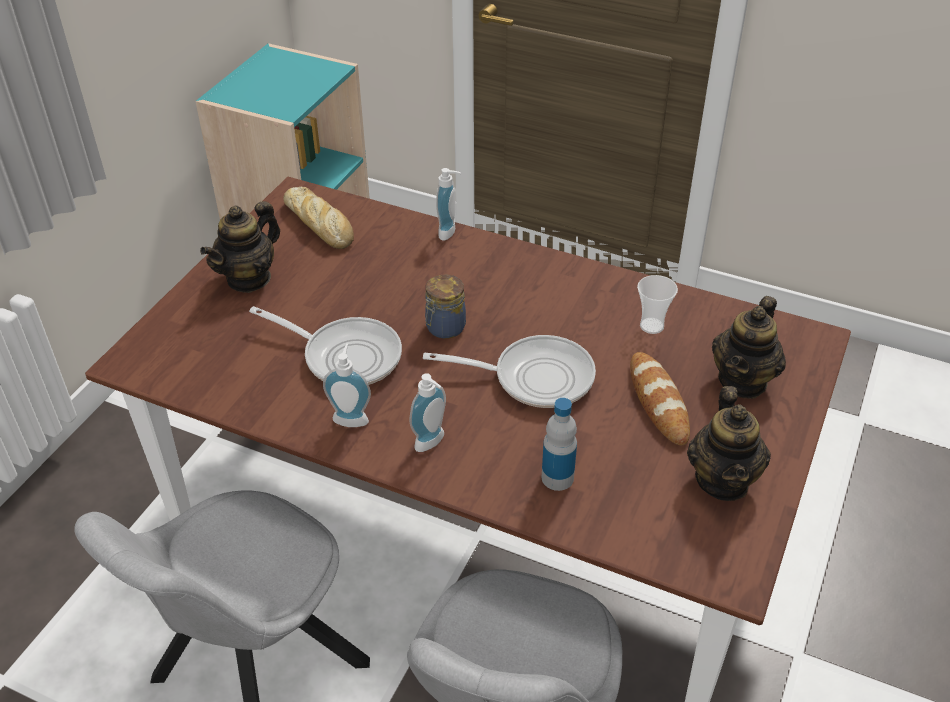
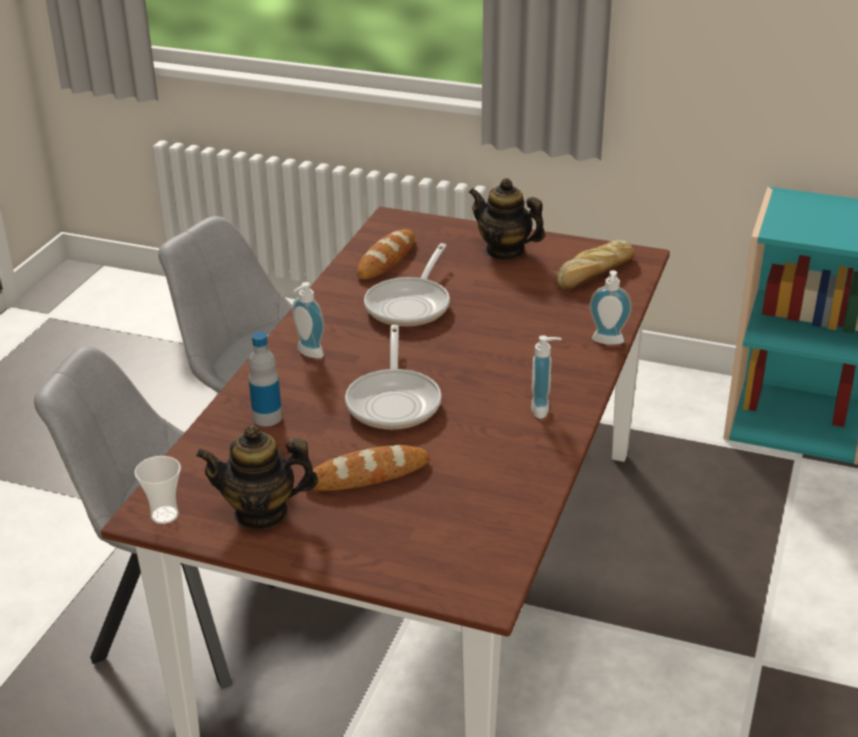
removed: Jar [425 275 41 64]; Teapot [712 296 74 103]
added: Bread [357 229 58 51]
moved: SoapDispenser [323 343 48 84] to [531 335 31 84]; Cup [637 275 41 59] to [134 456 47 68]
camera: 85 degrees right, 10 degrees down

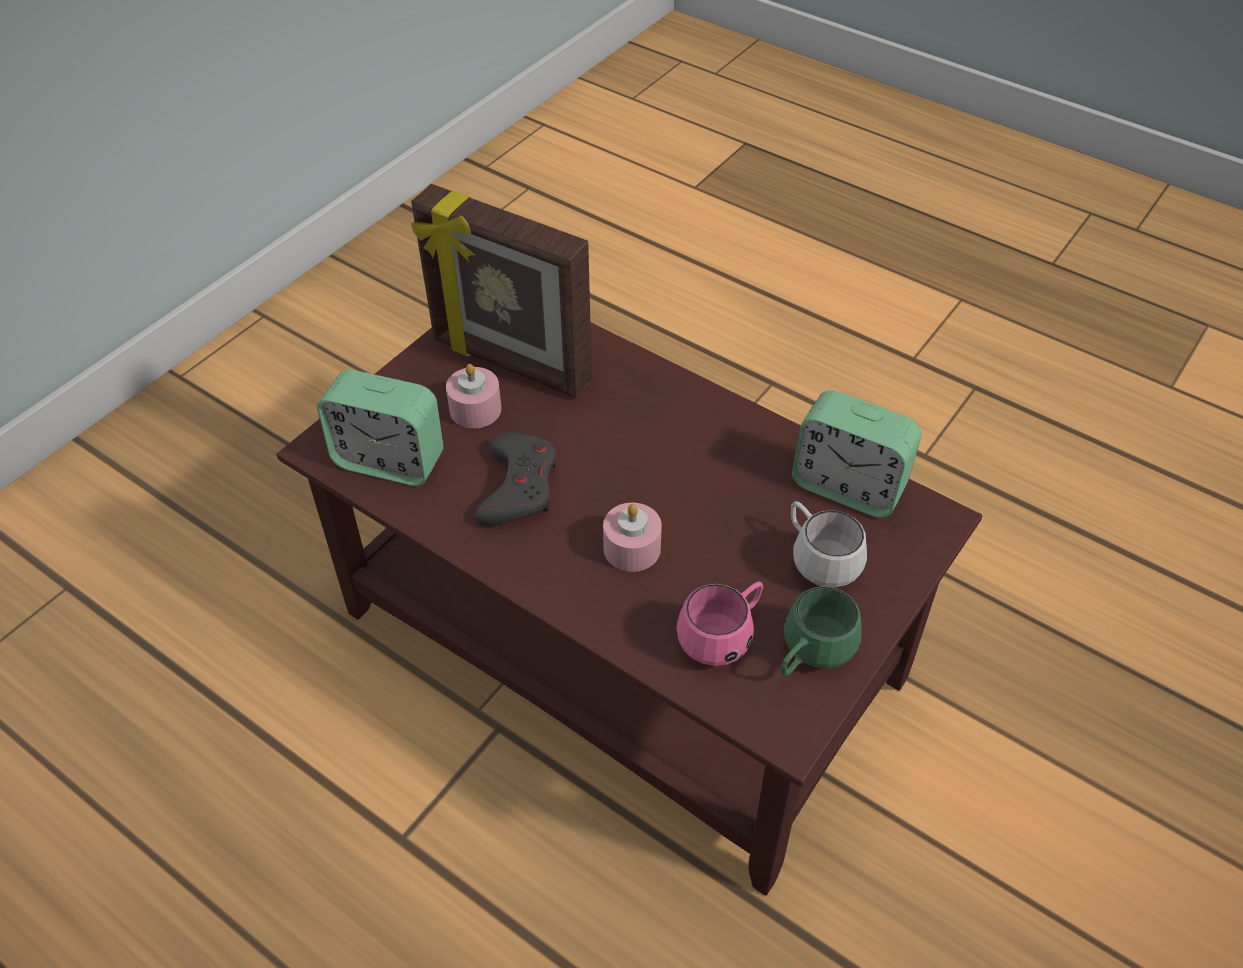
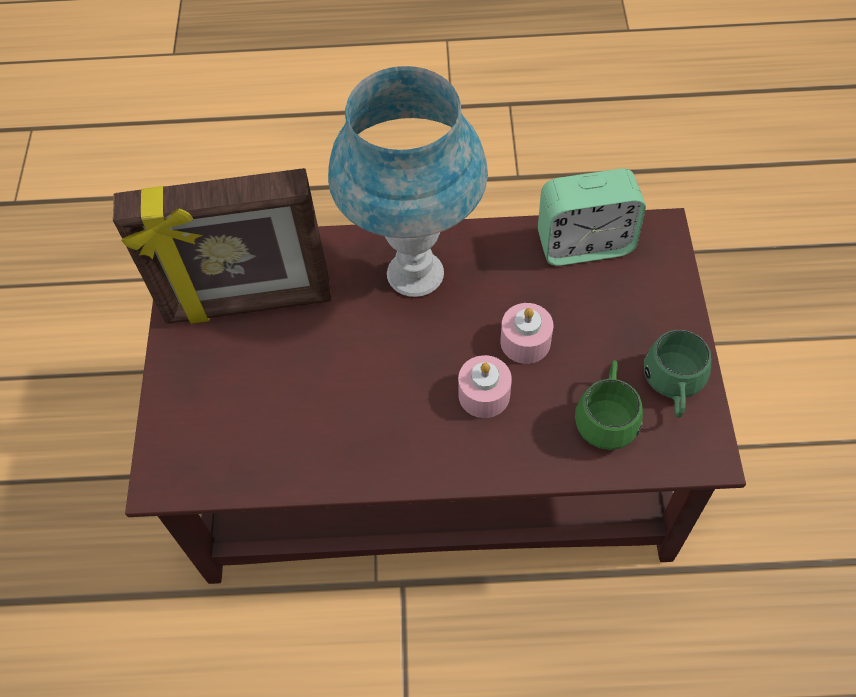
removed: AlarmClock [317 369 127 117]; GreyGameController [475 432 81 94]; WhiteMug [791 501 76 87]
added: BlueTableLamp [328 66 160 231]
moved: PinkCandle [446 364 55 64] to [501 303 52 61]
recoloured: PinkMug [676 581 87 85] to GreenMug [575 360 68 90]
camera: 35 degrees left, 10 degrees up

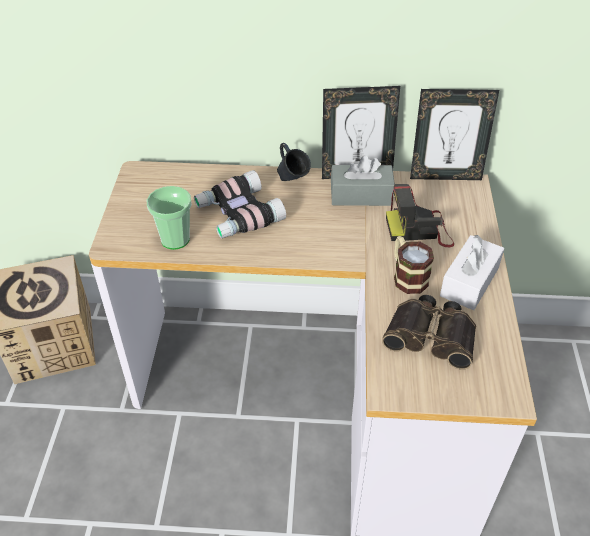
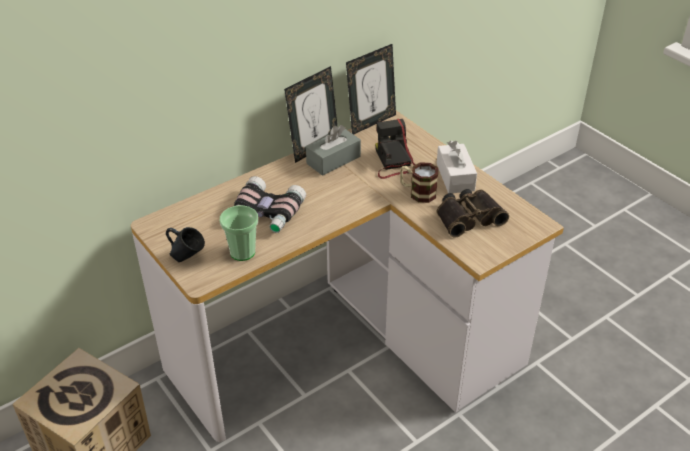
moved: BlueMug [277 143 34 38] to [166 227 39 35]
turned: PhotoCamera [386 184 68 63] = [375 119 40 60] 120 degrees clockwise
camera: 40 degrees left, 5 degrees down

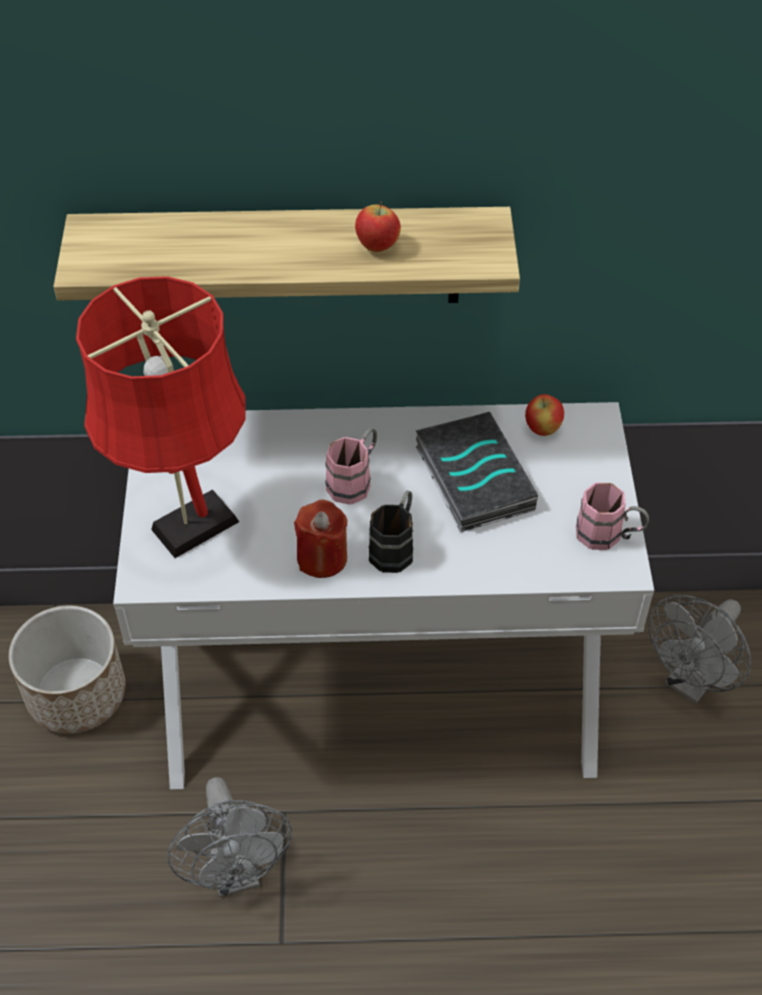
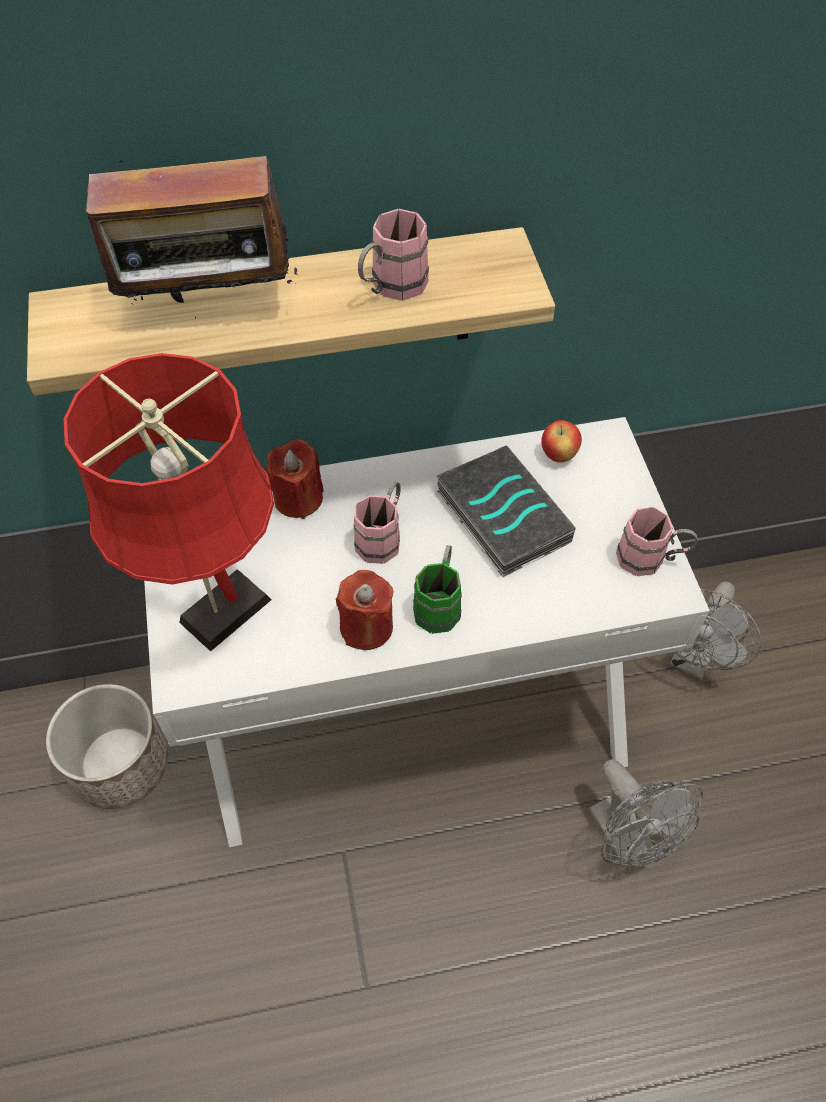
added: Radio [76 134 222 184]; RedCandle [266 439 57 80]
moved: GreyFan [167 777 125 120] to [589 759 114 108]
replaced: Apple [355 201 46 51] to PinkMug [358 209 71 92]
recoloured: BlackMug [368 490 46 83] to GreenMug [413 545 49 89]
camera: 10 degrees left, 5 degrees up

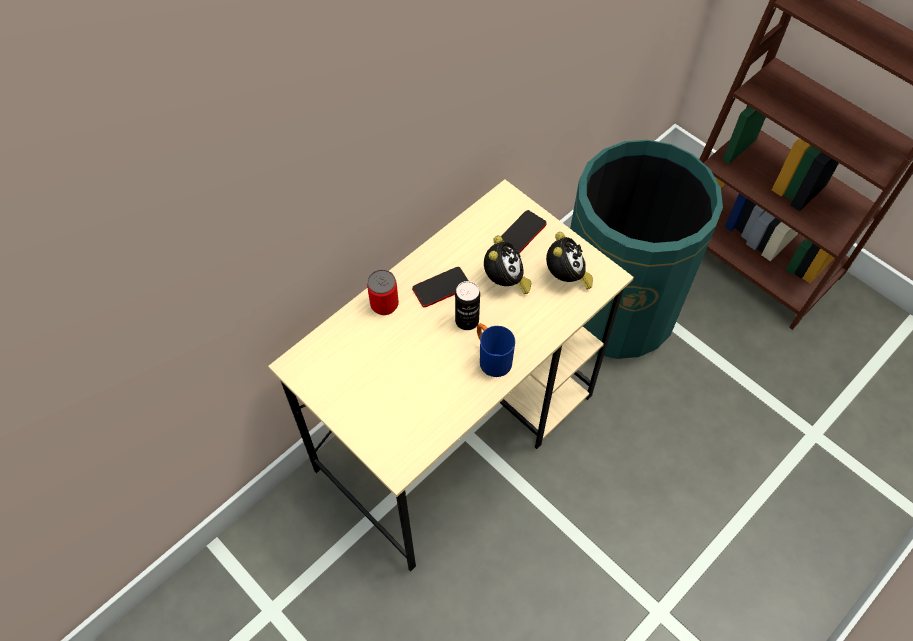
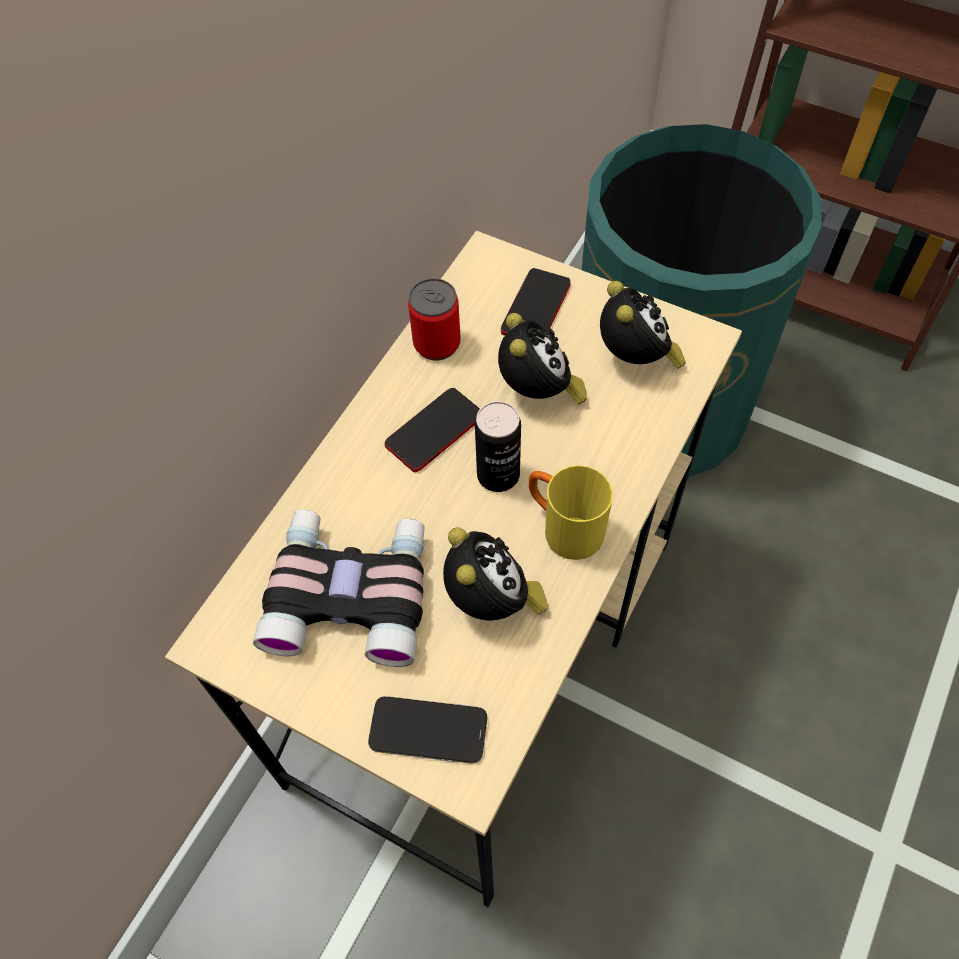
added: Binoculars [253 510 172 157]; Phone [368 696 119 68]; AlarmClock [443 527 105 93]
moved: Can [367 270 32 45] to [408 278 53 82]
recoloured: BlueMug [477 323 38 54] to YellowMug [529 465 84 95]
camera: 15 degrees left, 0 degrees up

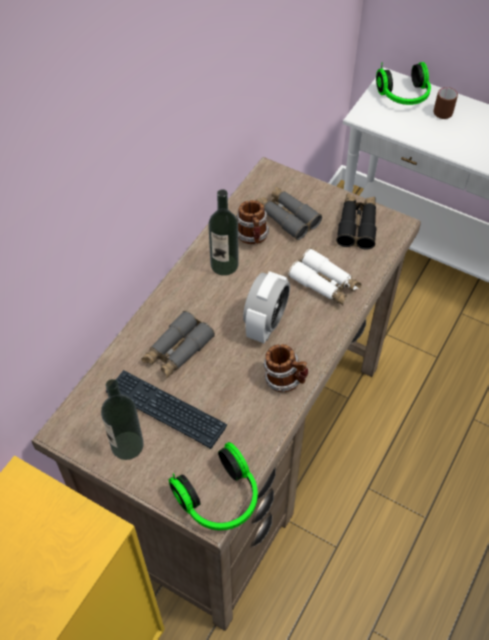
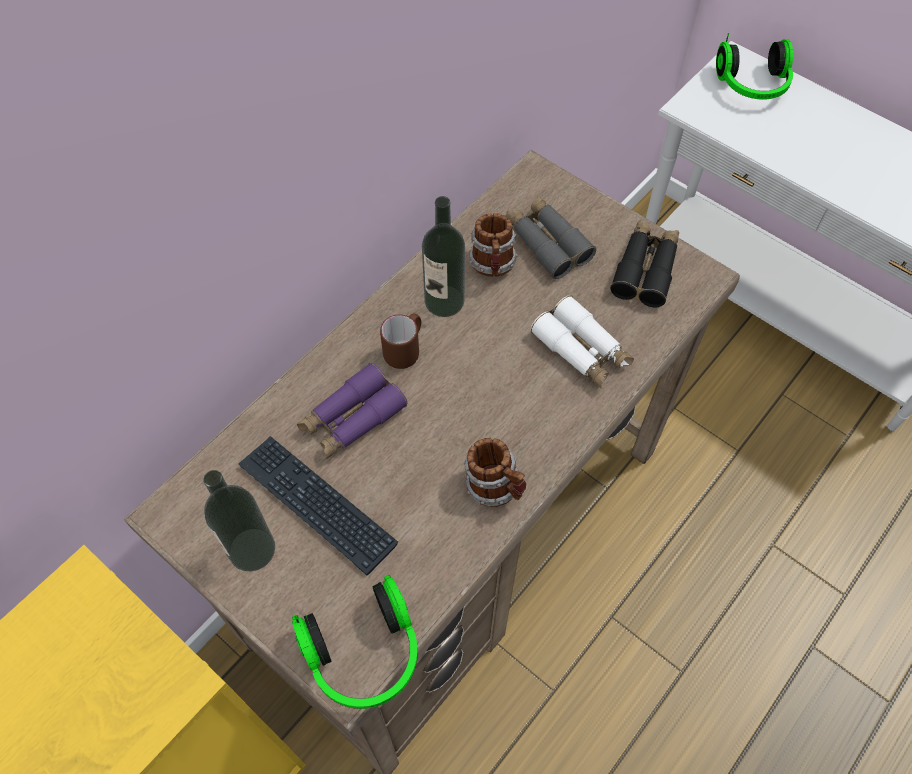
removed: AlarmClock [243 271 47 72]
moved: BrownMug [434 87 24 32] to [380 314 41 55]
recoloured: GreyBinoculars [141 311 74 68] to PurpleBinoculars [297 363 110 96]
camera: 10 degrees right, 5 degrees up

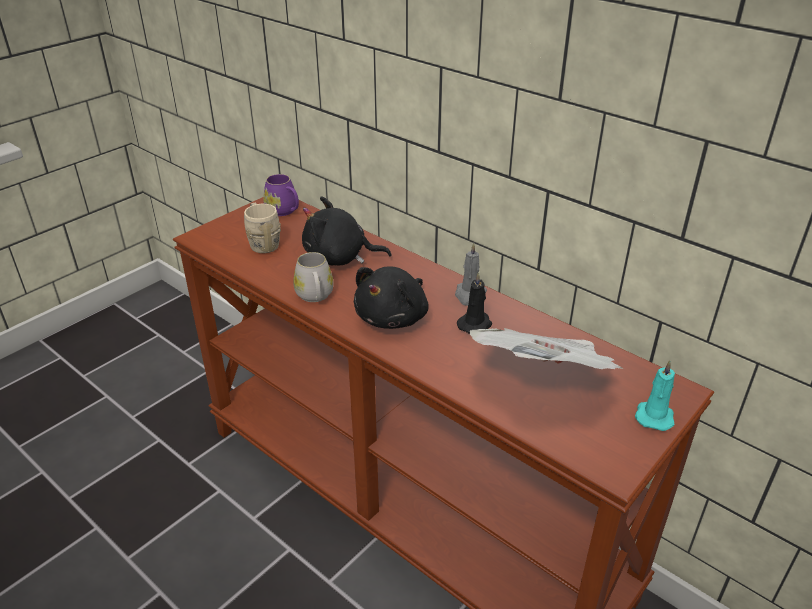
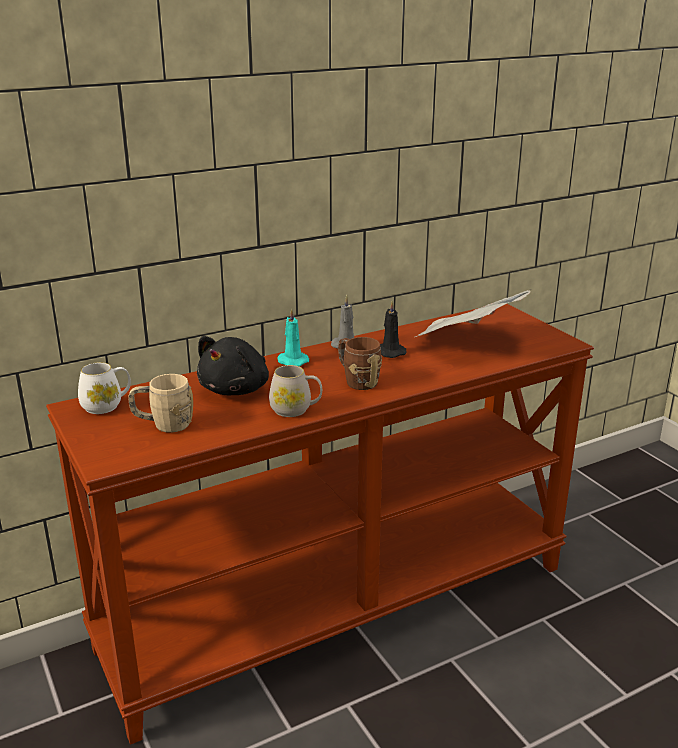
moved: TurquoiseCandle [635 360 40 71] to [278 308 31 58]
replaced: BlackPlushToy [354 267 75 62] to BrownMug [338 337 44 53]
recoloured: PurpleMug [263 174 36 42] to WhiteMug [78 362 53 52]
camera: 70 degrees left, 10 degrees down

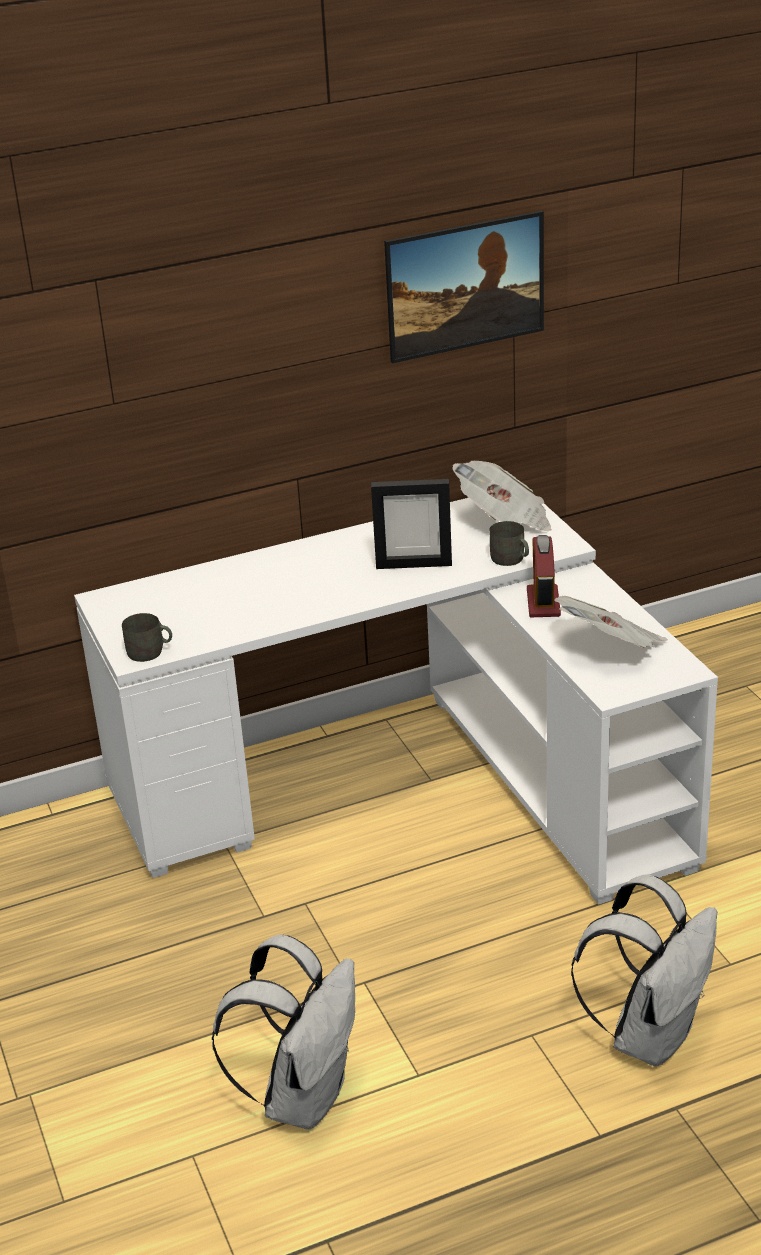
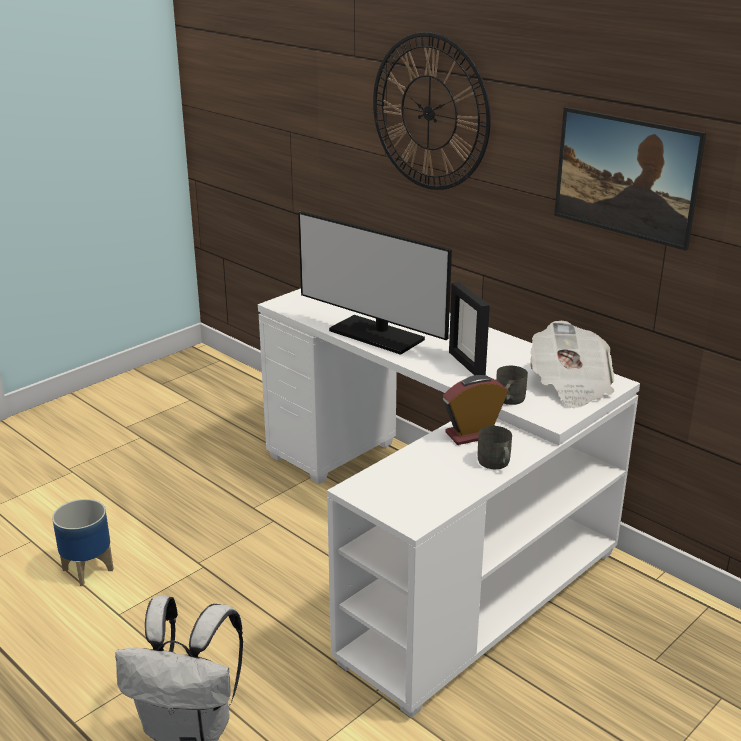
removed: Newspaper [555 596 113 52]
added: Monitor [298 211 154 144]; WallClock [373 32 118 158]
moved: GreyMug [122 613 50 49] to [478 426 34 43]
replaced: WhiteBackpack [212 934 143 196] to Planter [52 499 62 87]
camera: 65 degrees right, 5 degrees down

